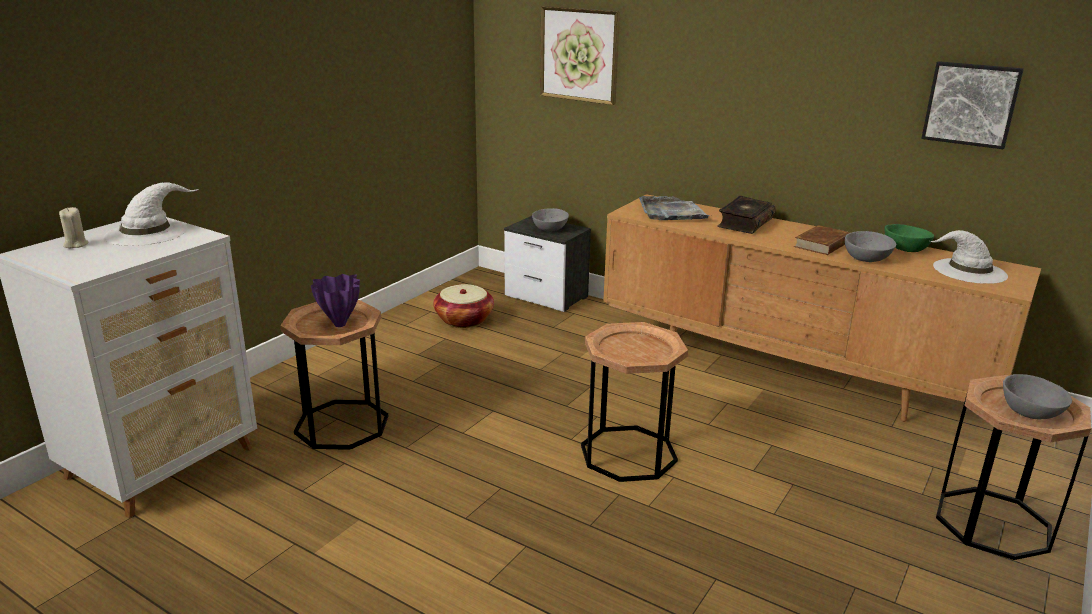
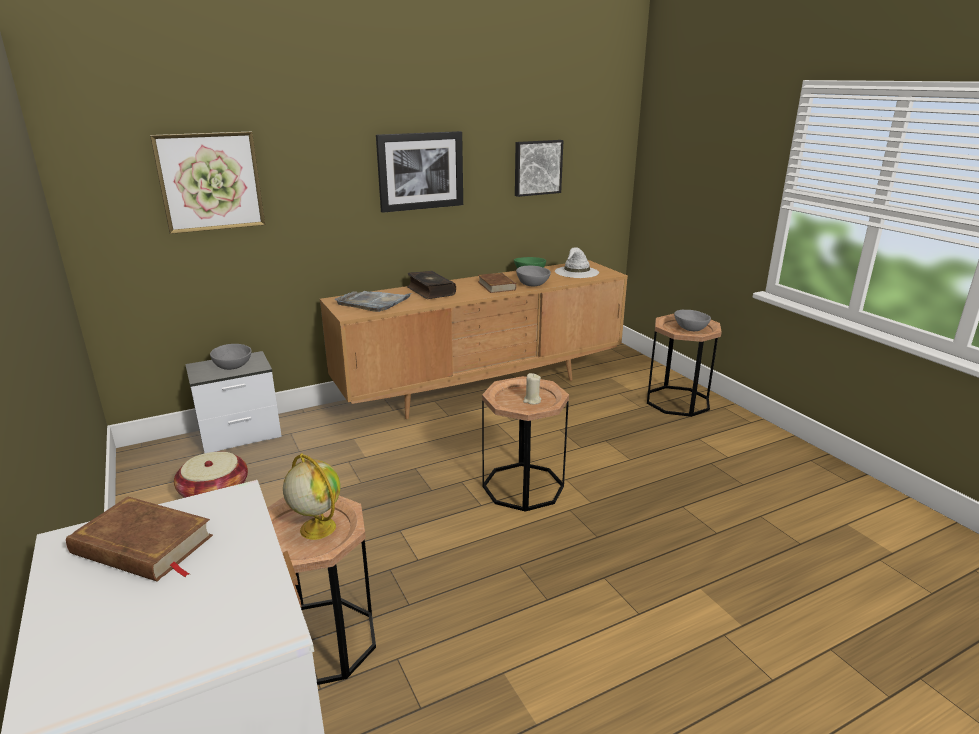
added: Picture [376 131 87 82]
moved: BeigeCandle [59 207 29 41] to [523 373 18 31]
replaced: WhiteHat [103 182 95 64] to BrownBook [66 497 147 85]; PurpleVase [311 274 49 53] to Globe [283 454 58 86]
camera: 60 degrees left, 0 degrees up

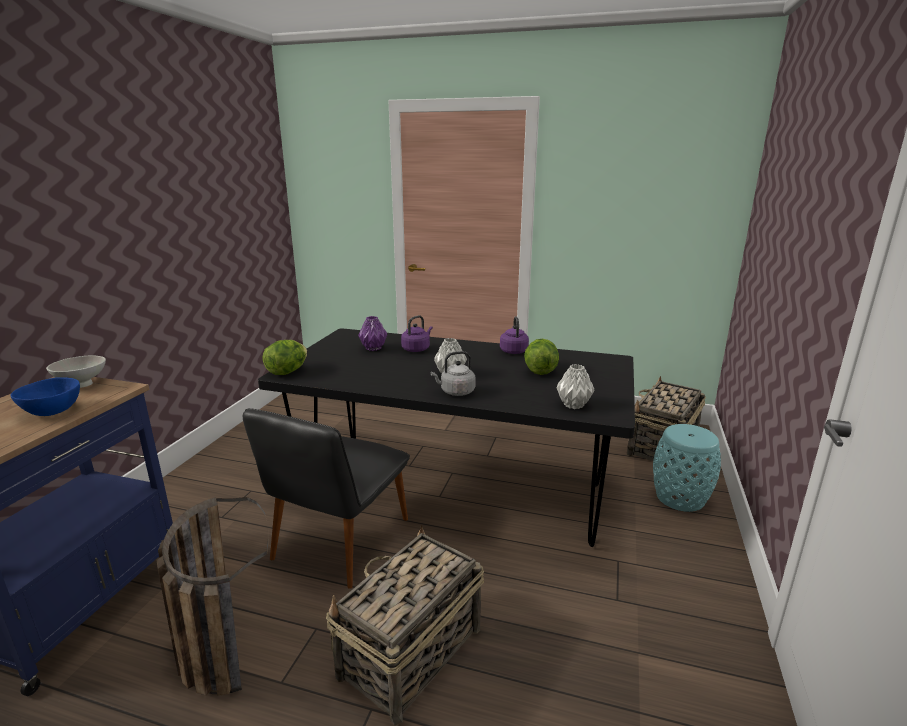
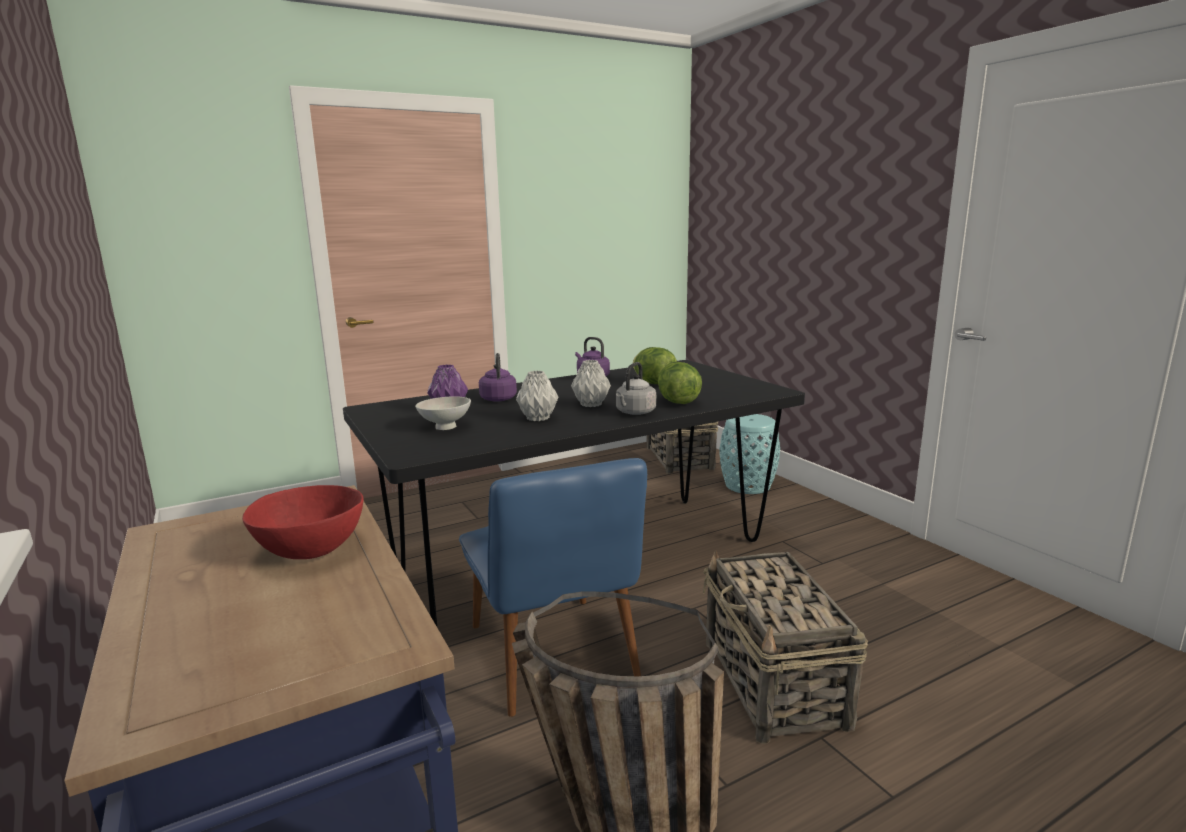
moved: WhiteBowl [46 356 60 32] to [415 396 56 34]; Lettuce [263 340 44 35] to [658 362 44 42]; GreyVase [557 364 38 45] to [516 370 43 51]
recoloured: BlueBowl [11 377 69 39] to RedBowl [242 485 122 74]; BlackChair [243 408 167 181] to BlueChair [459 458 188 259]
camera: 45 degrees left, 5 degrees down

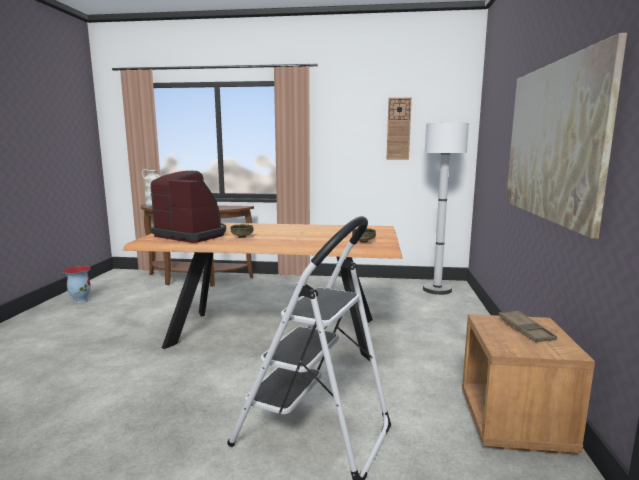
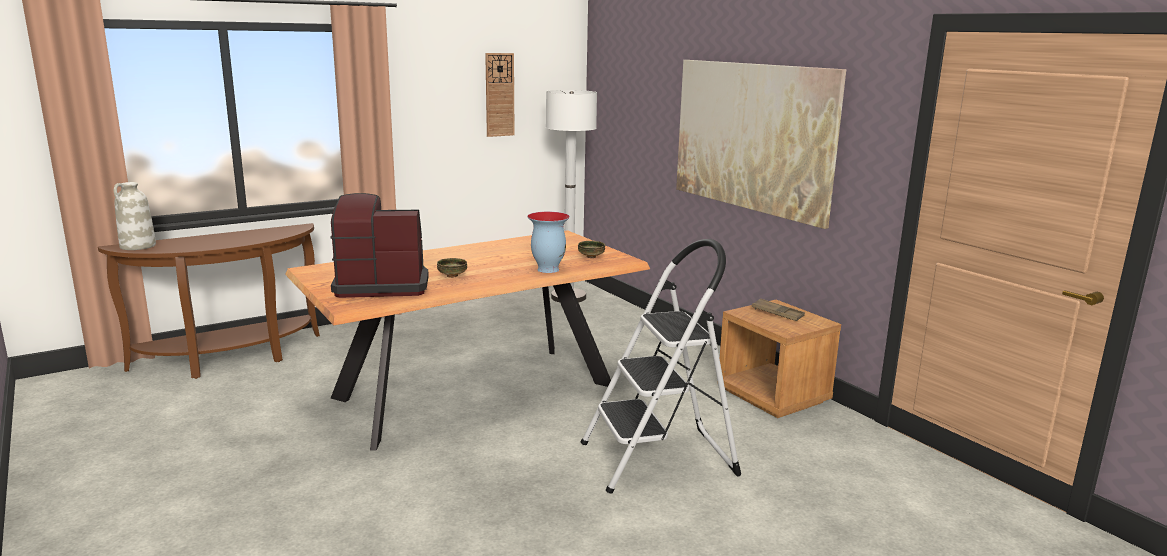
moved: Vase [63 266 28 37] to [527 212 43 61]
camera: 40 degrees left, 5 degrees up

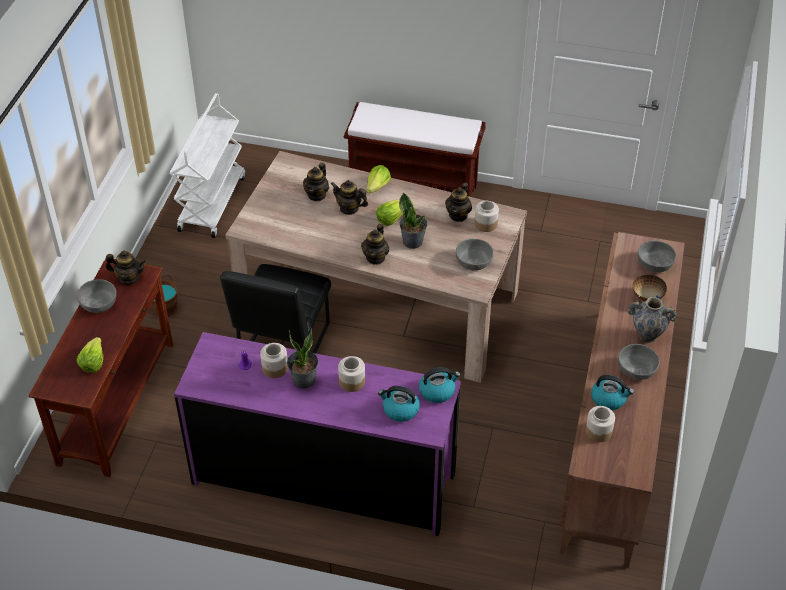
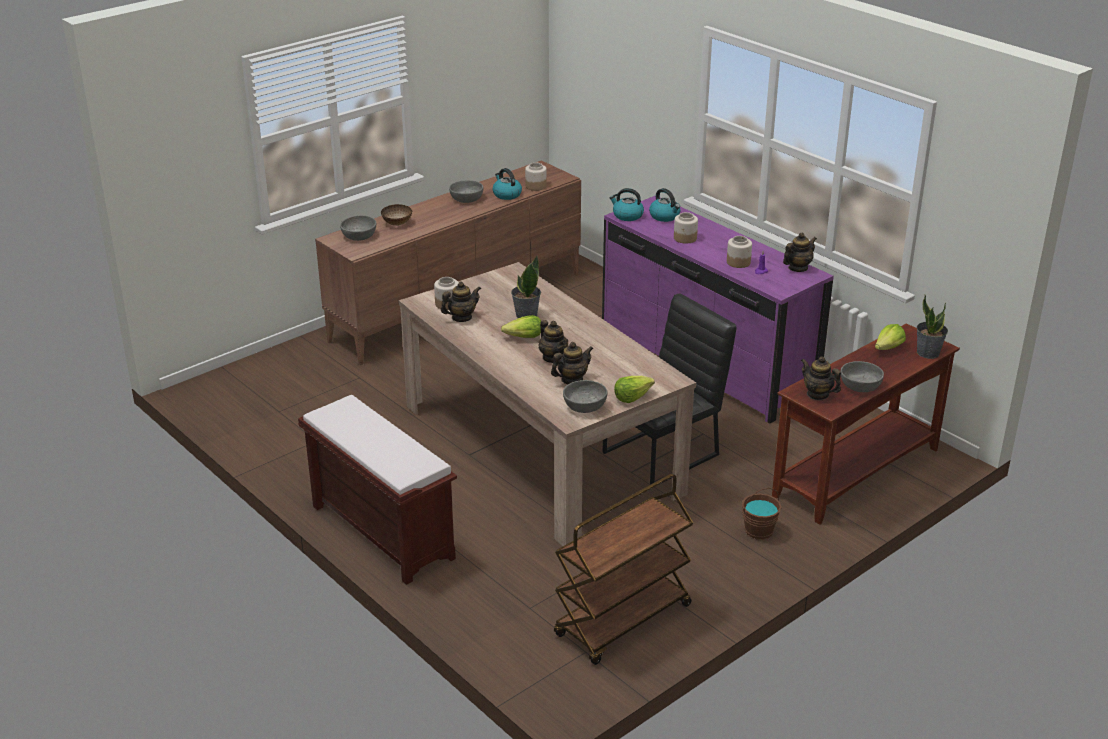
removed: Vase [628 295 49 48]
moved: PottedPlant [287 328 31 60] to [917 295 31 64]; Teapot [361 224 29 41] to [783 233 34 39]; Lettuce [367 165 24 29] to [614 376 41 27]; GreyBowl [456 239 38 32] to [563 380 44 33]
recoloured: WhiteCart [169 93 76 145] to BrownCart [554 474 139 191]
camera: 145 degrees left, 15 degrees down

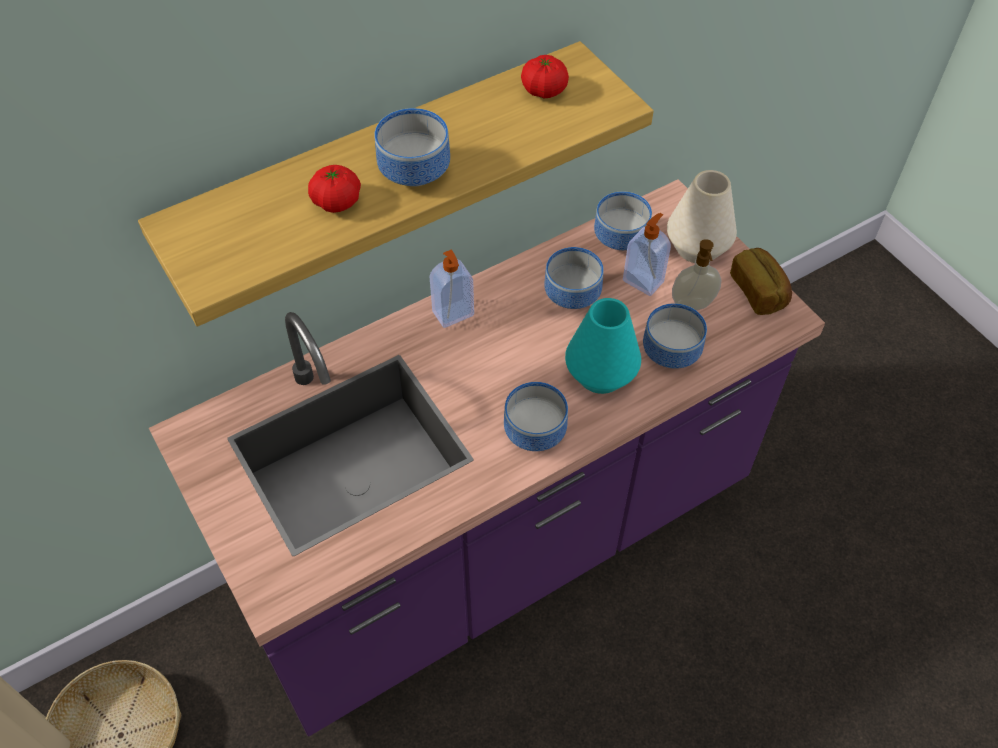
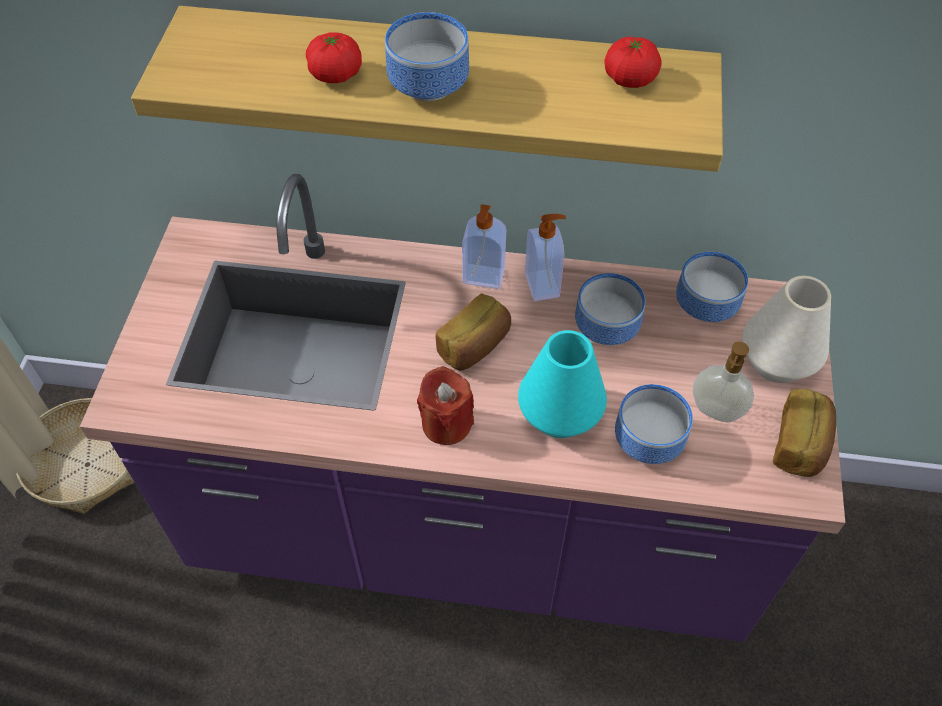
added: Bread [436 294 75 76]
moved: SoapDispenser [623 213 48 83] to [525 214 41 87]
replaced: Bowl [504 382 64 69] to RedCandle [417 366 57 79]
camera: 40 degrees right, 0 degrees up

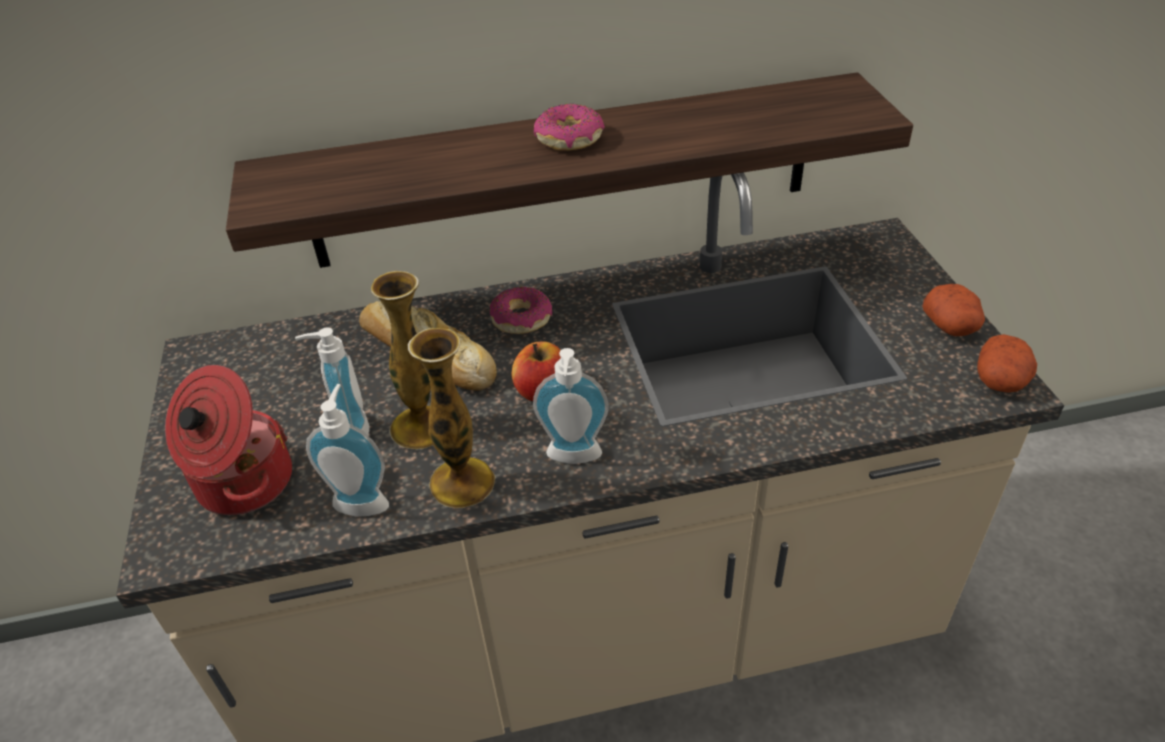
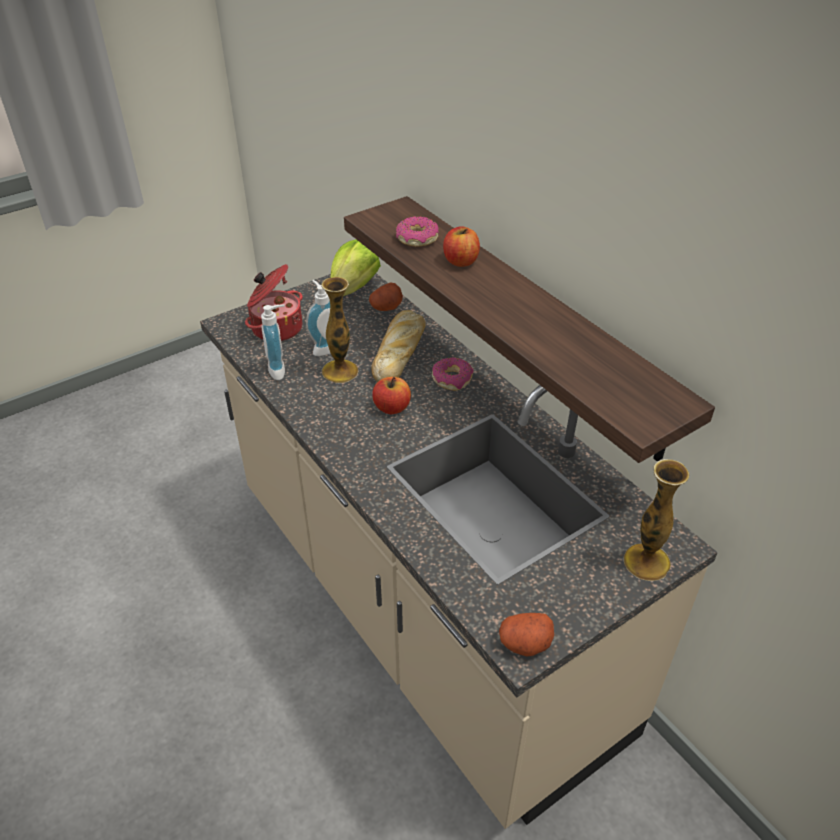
removed: SoapDispenser [533 348 76 116]
added: Lettuce [330 239 51 57]; Apple [443 226 37 41]
moved: Vase [408 328 88 180] to [624 459 65 122]; Donut [534 103 71 47] to [396 216 42 31]; Potato [922 284 63 52] to [369 283 34 28]
camera: 65 degrees right, 0 degrees up

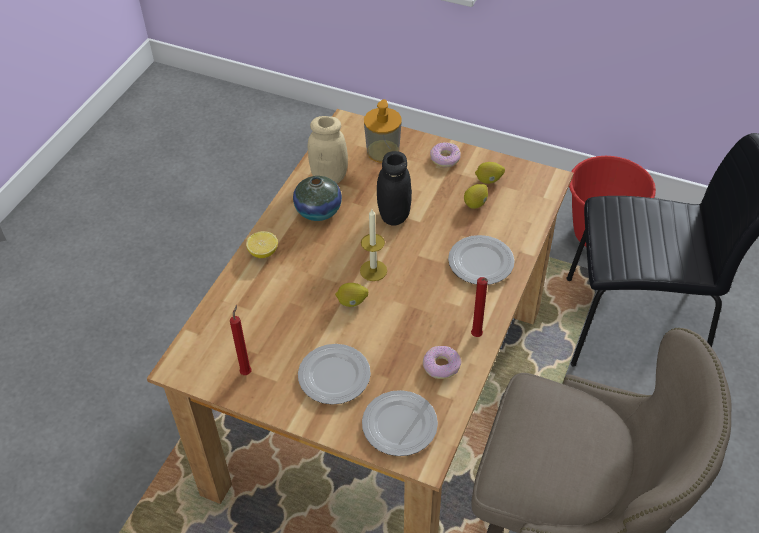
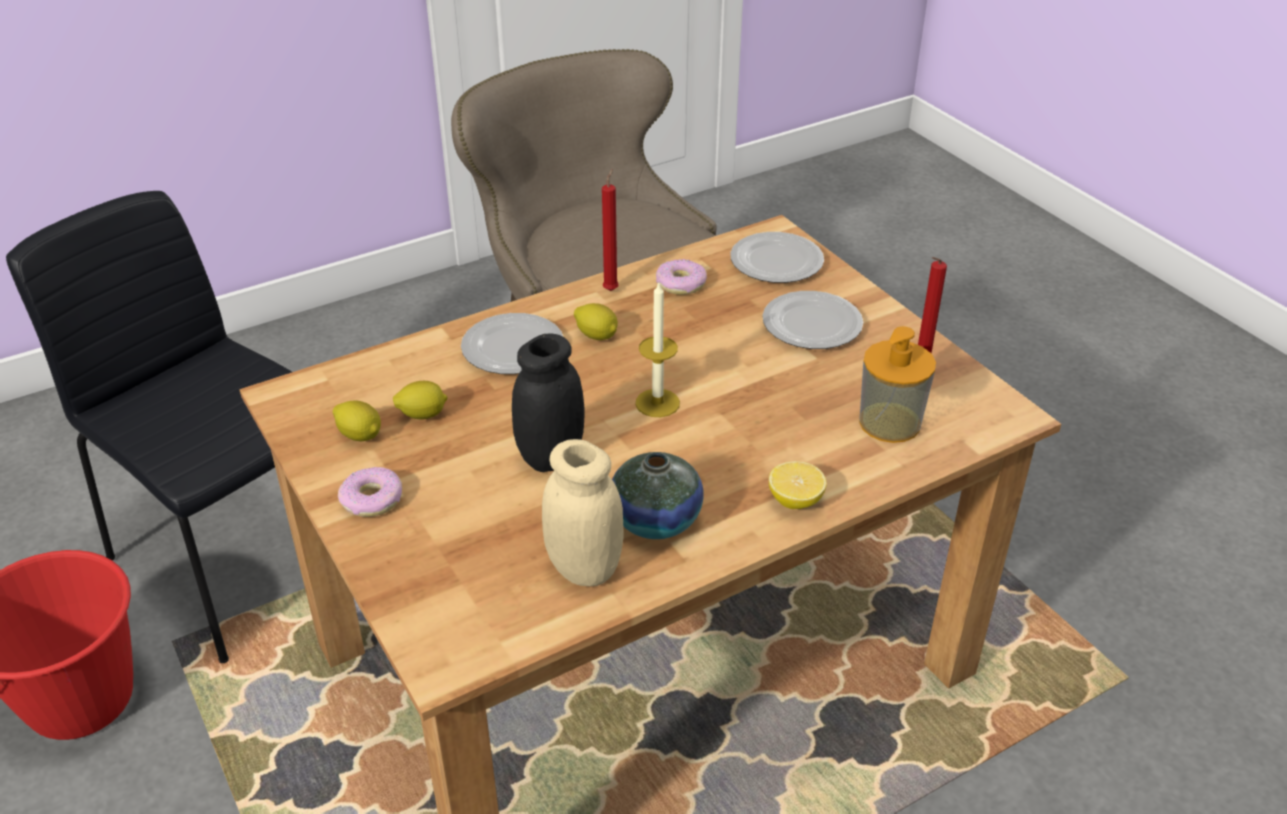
moved: Lemon [335 283 33 24] to [574 303 44 37]; SoapDispenser [364 99 37 64] to [859 326 77 117]
camera: 145 degrees left, 10 degrees down

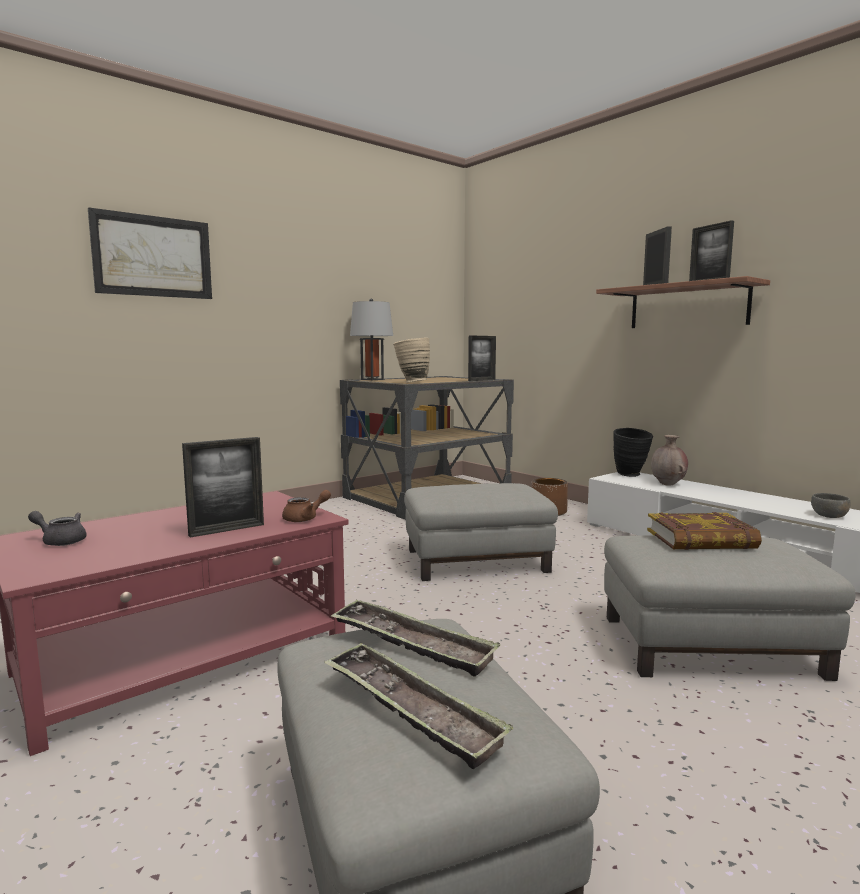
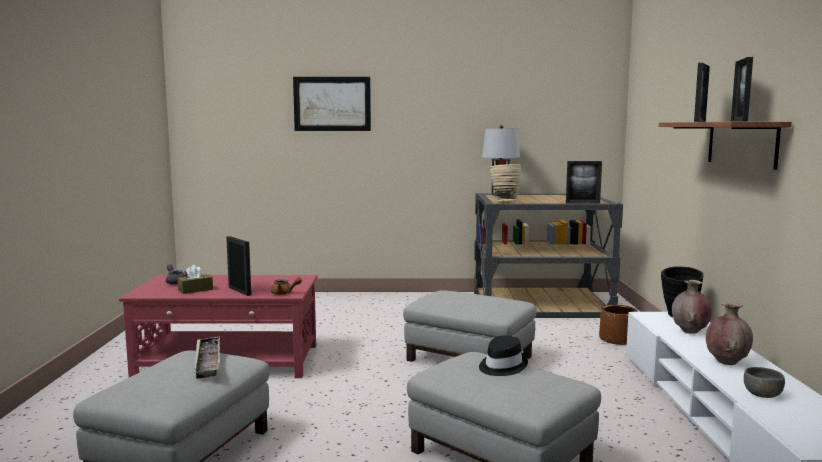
removed: Tray [324 643 189 126]
added: BrownTissueBox [177 265 36 29]; BrownVase [706 302 47 63]
replaced: Book [647 512 115 38] to BlackHat [479 336 49 40]
turned: PictureFrame [182 437 82 101] = [226 236 25 60] 135 degrees counterclockwise
camera: 40 degrees right, 0 degrees up

